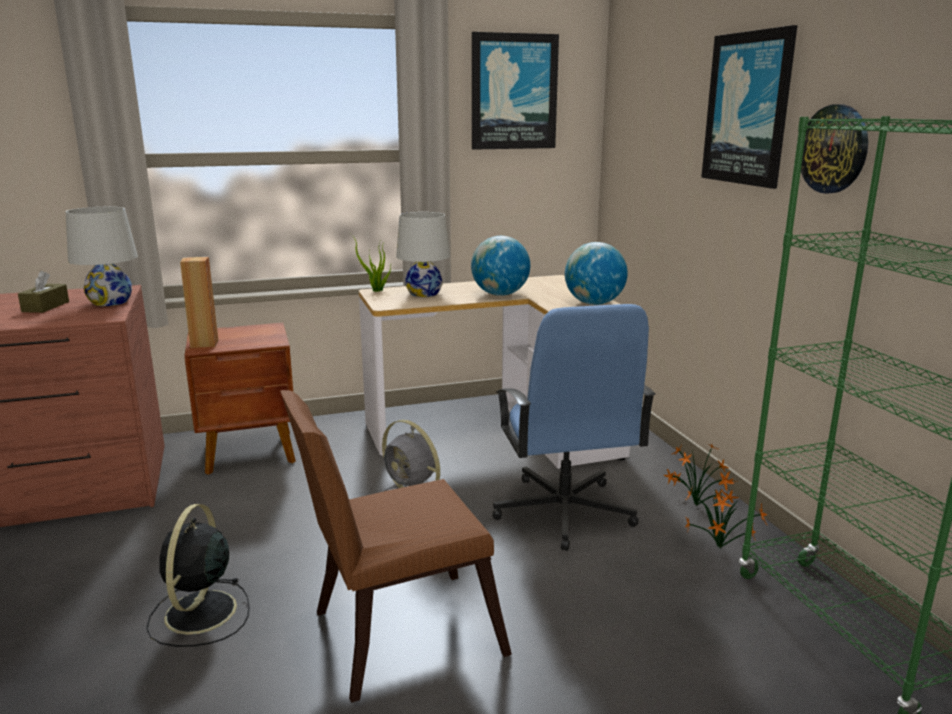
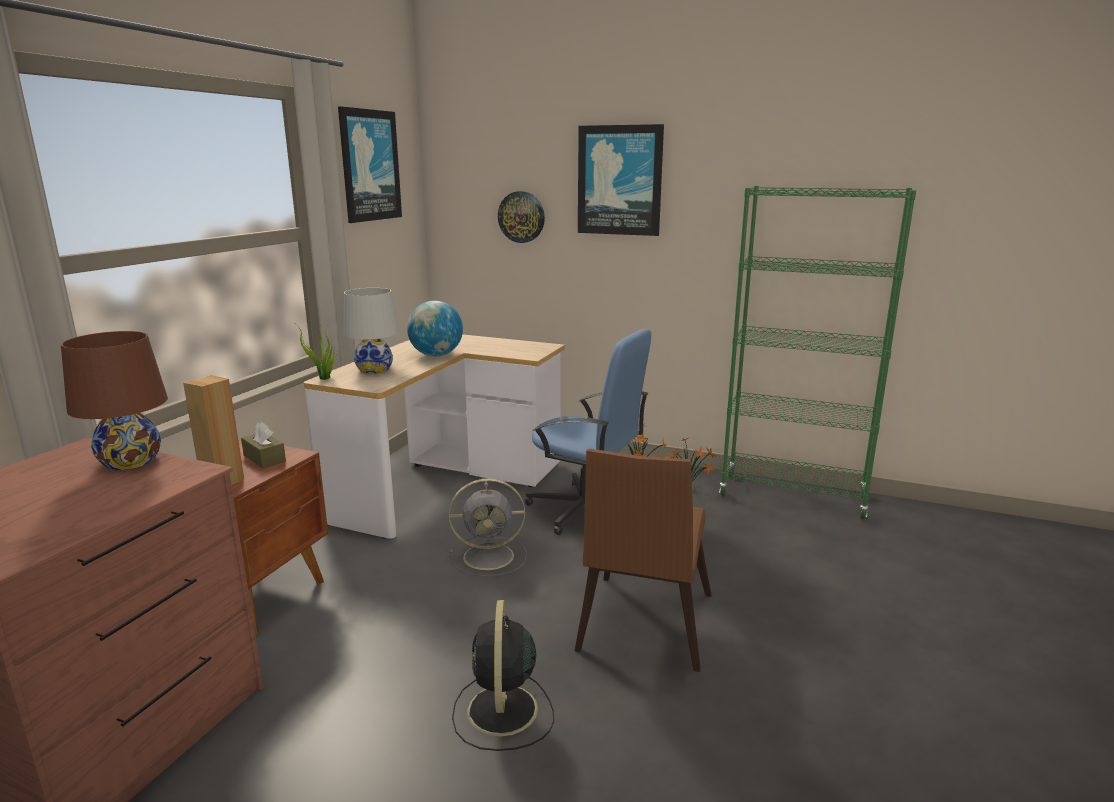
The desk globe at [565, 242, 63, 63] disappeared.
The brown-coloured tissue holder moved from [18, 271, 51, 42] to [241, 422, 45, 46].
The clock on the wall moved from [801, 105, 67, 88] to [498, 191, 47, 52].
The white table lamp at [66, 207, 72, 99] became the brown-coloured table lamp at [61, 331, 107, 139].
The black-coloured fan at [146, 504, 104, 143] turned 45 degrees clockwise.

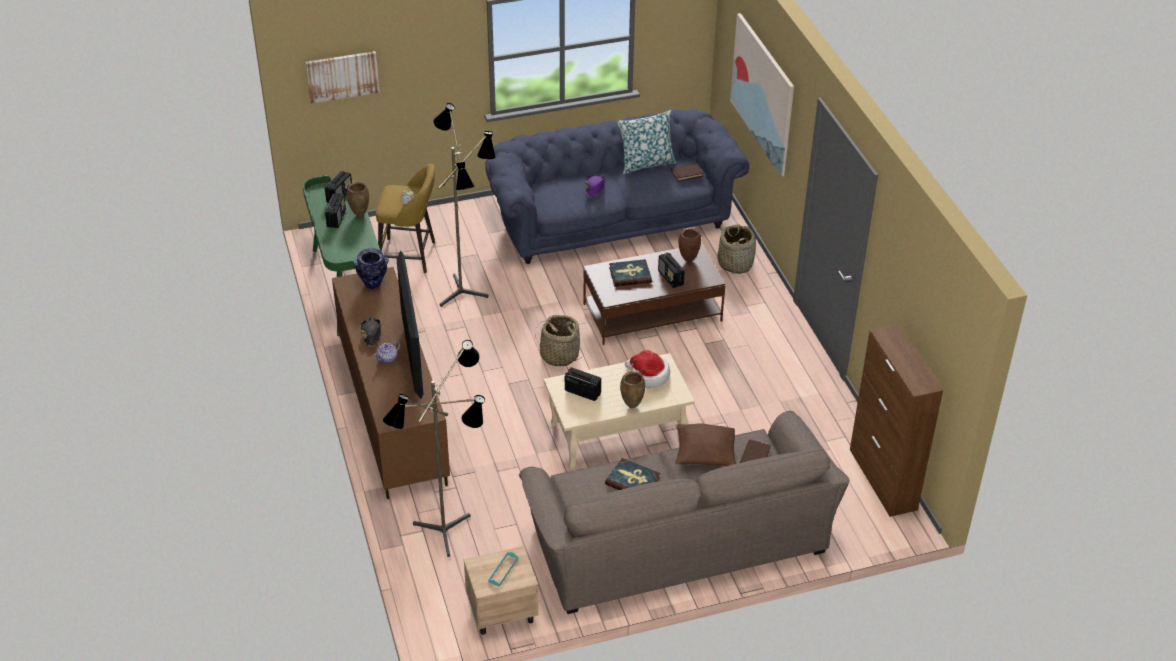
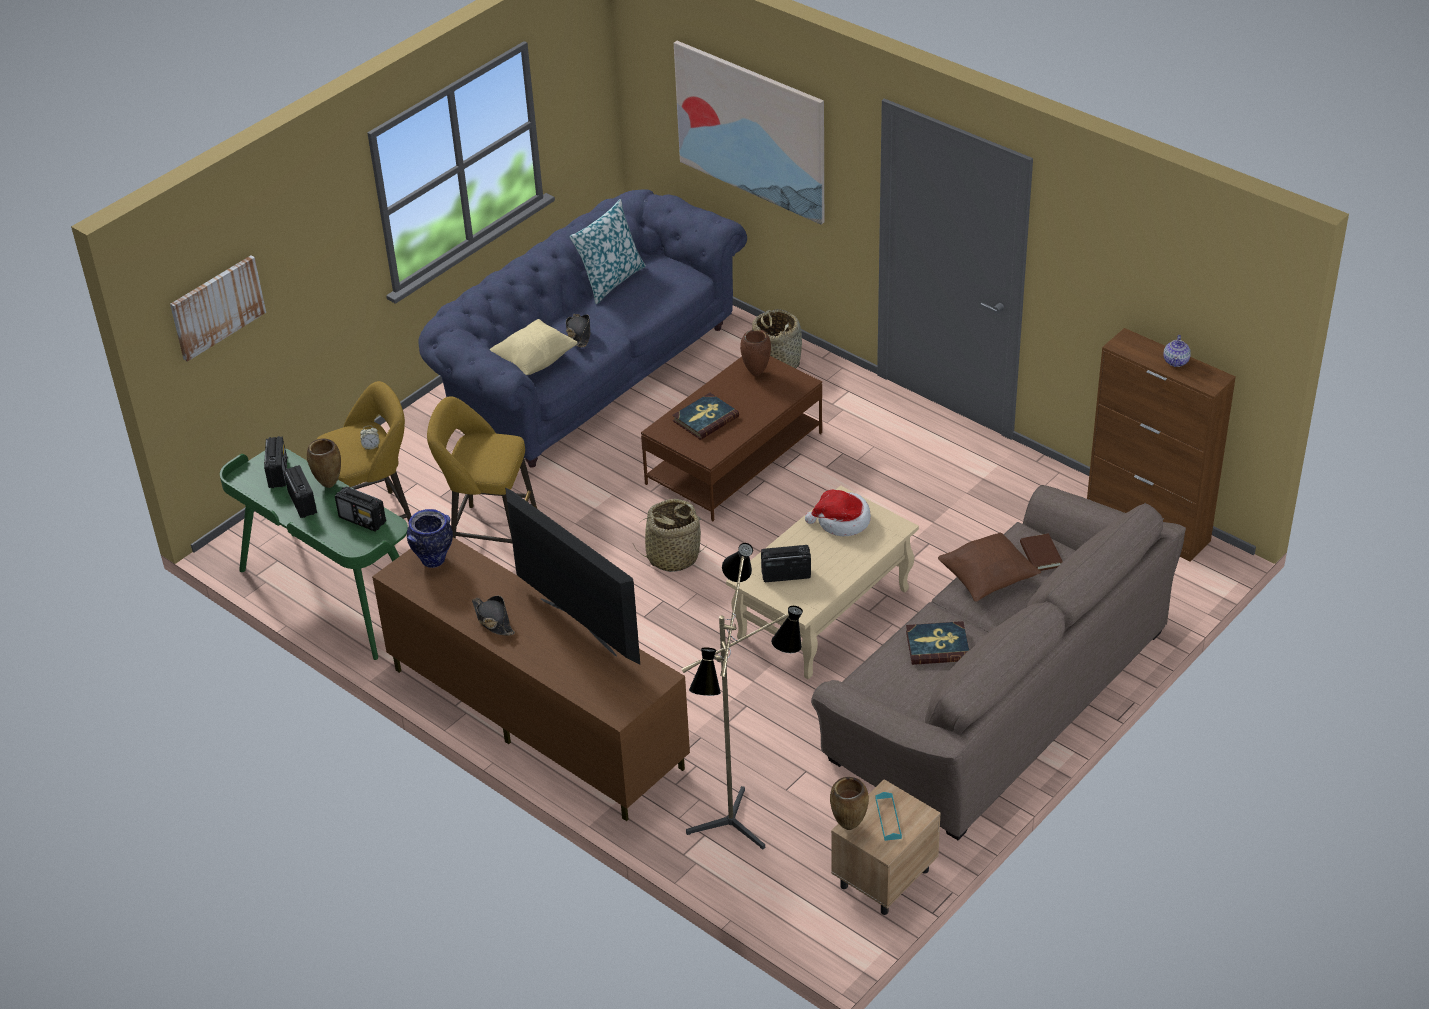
The brown-coloured bound book at [671, 163, 33, 19] disappeared.
The sand-coloured cushion at [490, 319, 88, 56] appeared.
The pot for tea moved from [374, 341, 26, 22] to [1164, 335, 27, 32].
The brown-coloured decorative vase moved from [620, 372, 25, 36] to [830, 777, 39, 53].
The radio set moved from [658, 253, 27, 35] to [335, 487, 51, 45].
The floor lamp at [433, 103, 63, 204] was replaced by the yellow-coloured stool at [427, 397, 110, 146].
The purple-coloured hat at [585, 174, 21, 23] became the black-coloured hat at [566, 314, 24, 33].

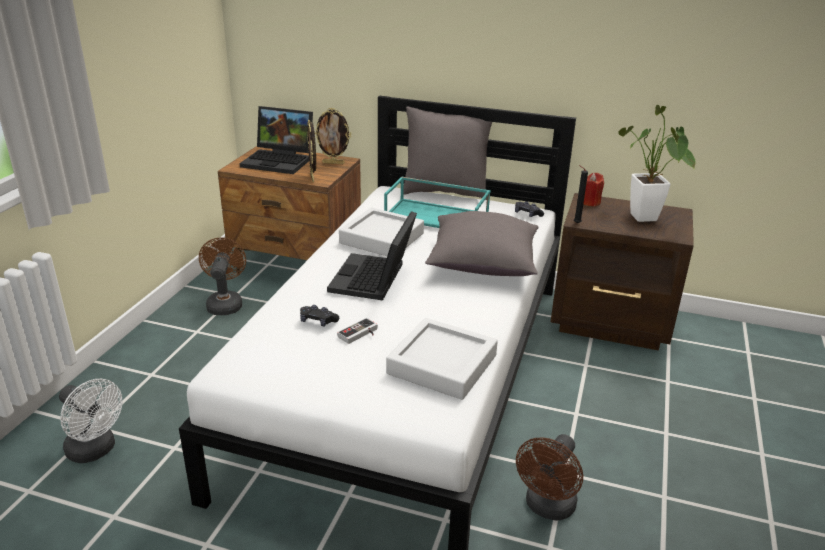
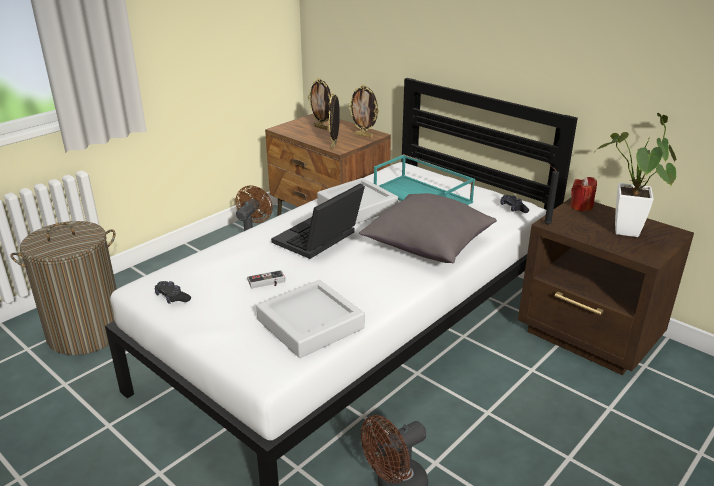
The greyish cushion at [403, 107, 89, 93] disappeared.
The black-coloured game controller moved from [300, 305, 39, 22] to [154, 281, 37, 23].
The white fan at [59, 379, 64, 84] was replaced by the laundry basket at [10, 221, 107, 134].
The portable computer at [240, 106, 73, 68] was replaced by the picture frame at [308, 78, 23, 52].

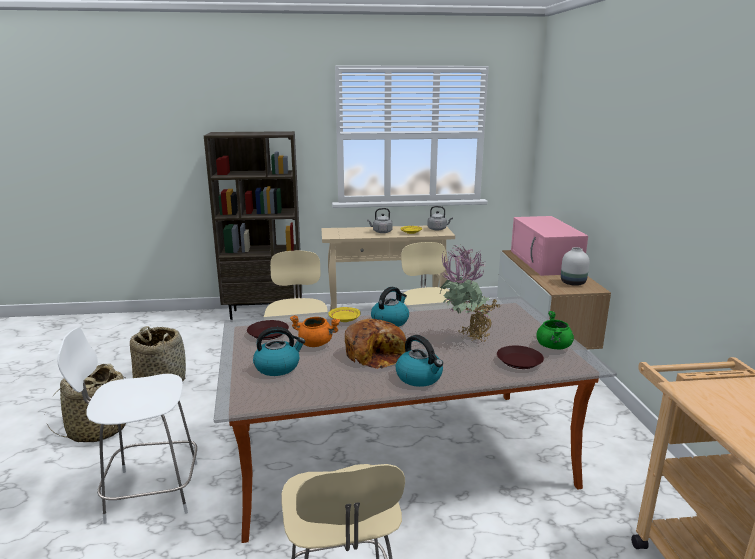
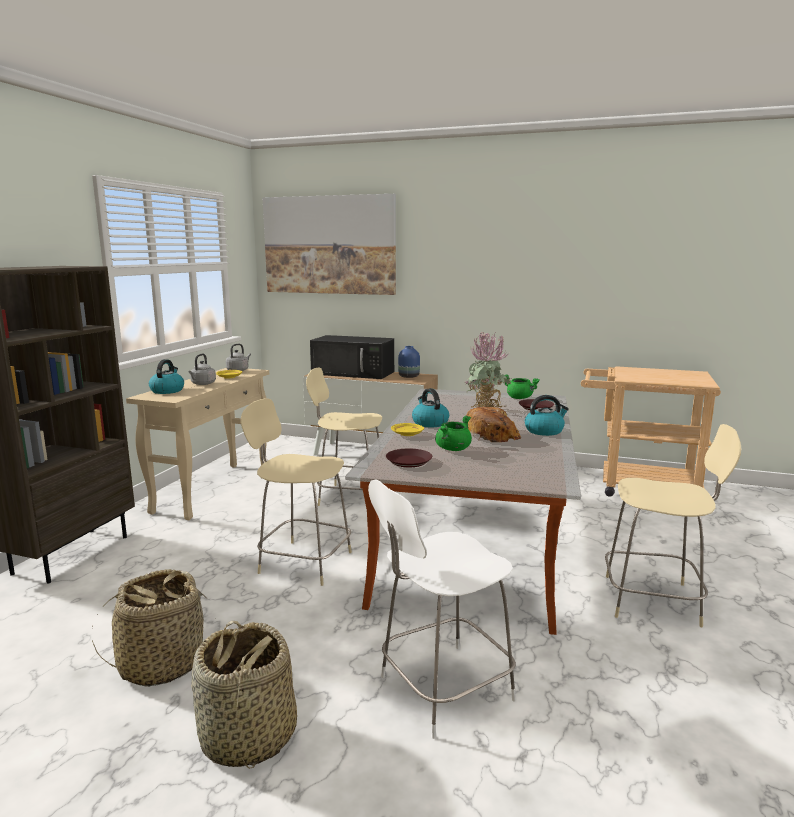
The wall art at [263, 194, 133, 101] appeared.
The kettle moved from [253, 327, 52, 49] to [149, 359, 35, 35].
The orangey stockpot at [290, 315, 50, 32] became the greenish stockpot at [435, 416, 37, 35].
The pinkish microwave at [511, 216, 77, 60] became the black-coloured microwave at [310, 335, 84, 44].
The white decorative vase at [561, 247, 28, 39] became the bluish decorative vase at [398, 346, 22, 32].
The white chair at [57, 328, 140, 196] turned 45 degrees clockwise.

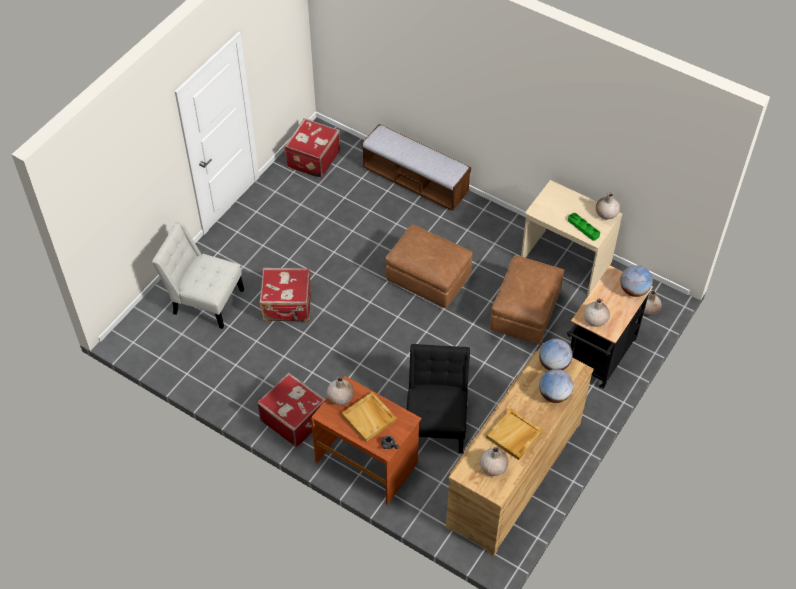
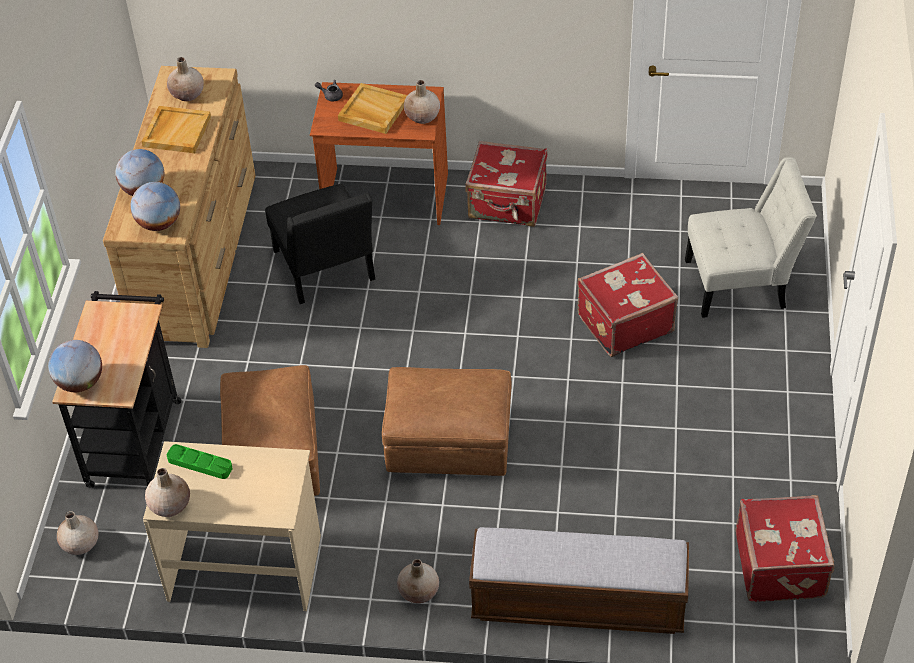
The sand-coloured decorative vase moved from [584, 298, 26, 29] to [397, 559, 42, 44].

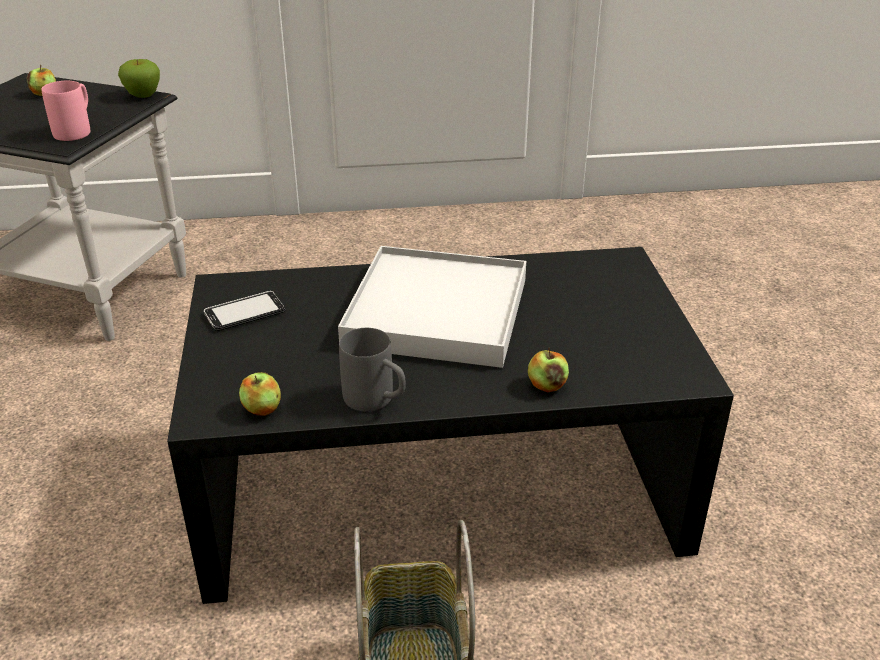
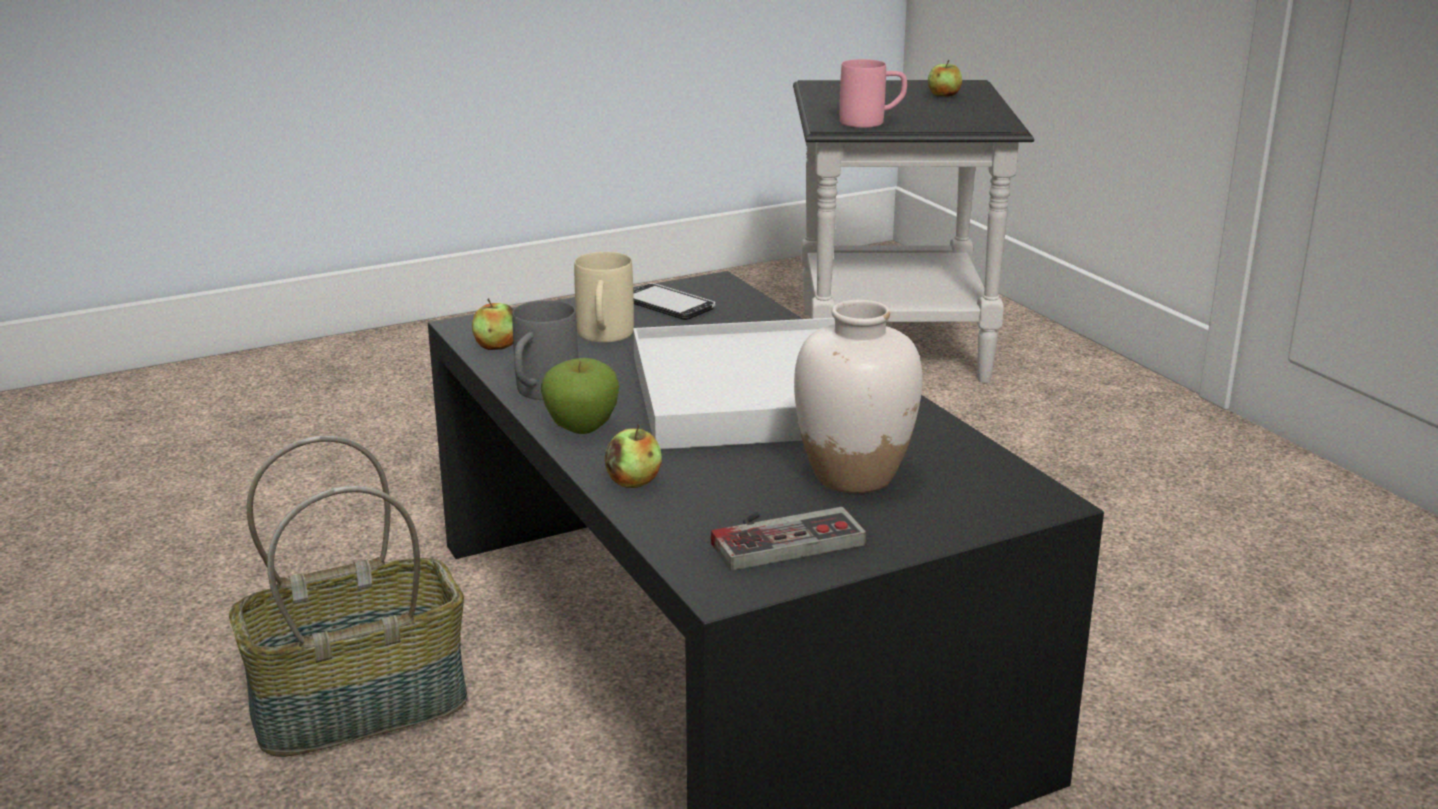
The sand-coloured mug at [574, 252, 60, 90] appeared.
The game controller at [711, 507, 155, 63] appeared.
The white decorative vase at [794, 300, 128, 193] appeared.
The whole apple moved from [118, 59, 42, 39] to [541, 358, 78, 76].

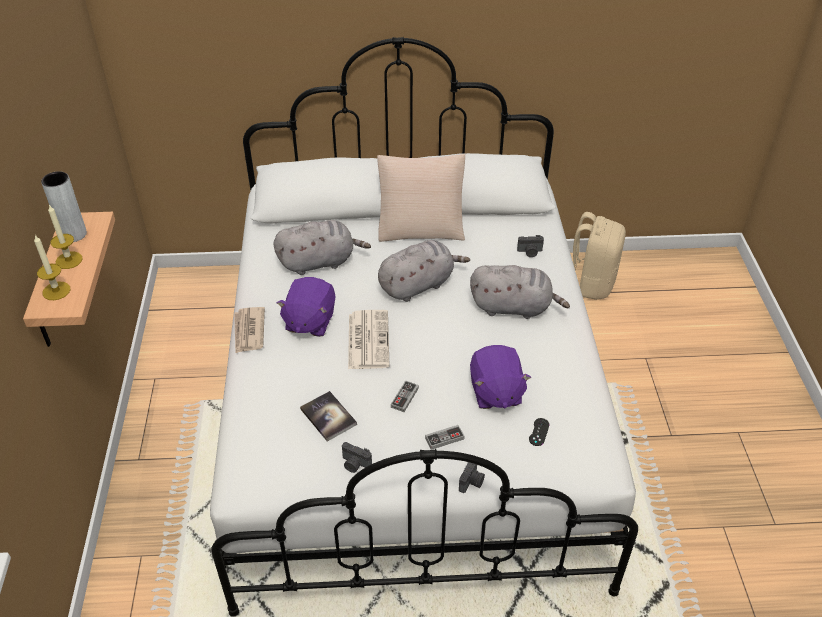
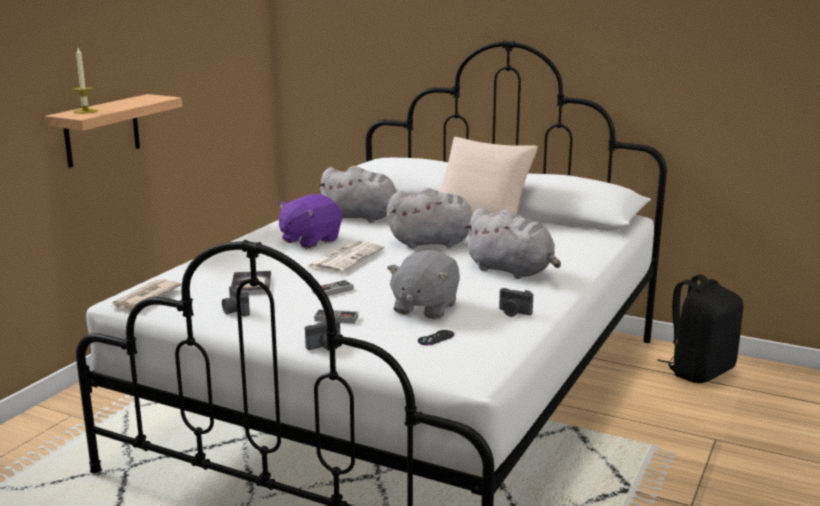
The greyish decorative vase at [41, 171, 46, 71] disappeared.
The candle at [48, 205, 35, 64] disappeared.
The printed paper moved from [234, 307, 31, 46] to [112, 279, 69, 30].
The still camera moved from [517, 235, 27, 22] to [499, 288, 34, 29].
The purple-coloured soft toy at [470, 345, 61, 64] became the greyish soft toy at [387, 250, 73, 69].
The sand-coloured backpack at [573, 212, 53, 88] became the black-coloured backpack at [657, 274, 86, 109].

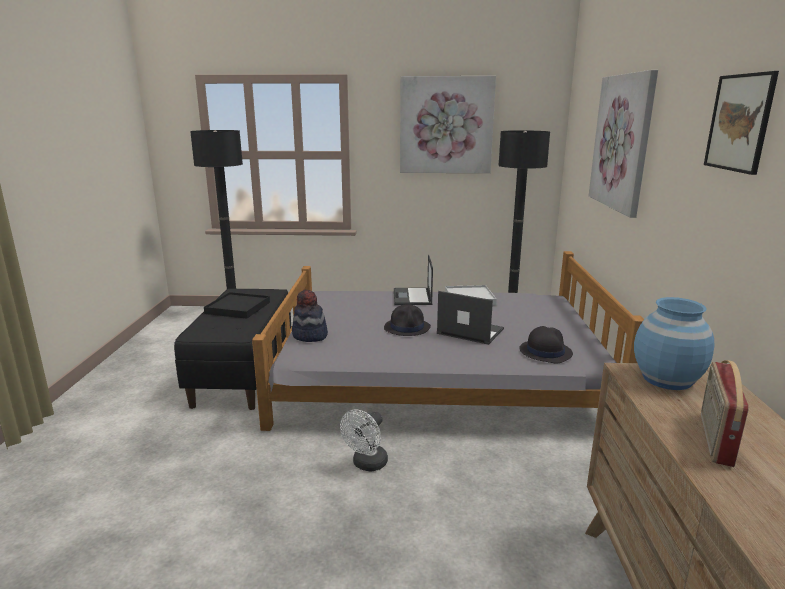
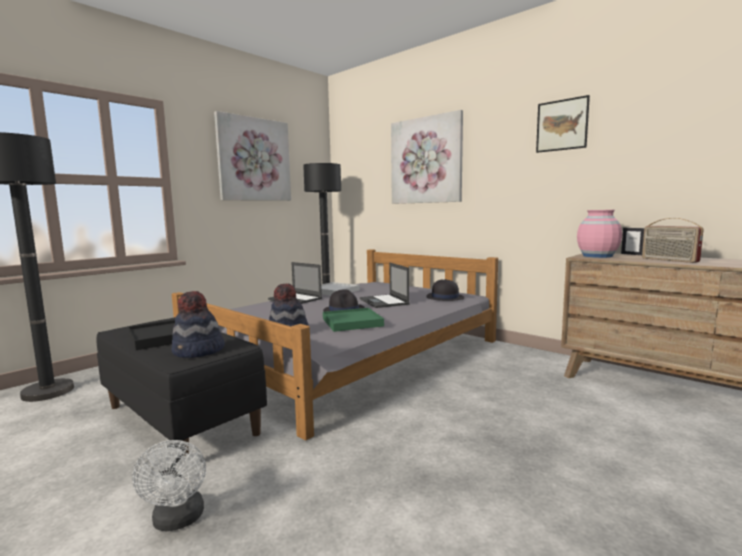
The hat at [171, 291, 54, 67] appeared.
The greenish serving tray at [323, 308, 61, 24] appeared.
The picture frame at [621, 228, 23, 27] appeared.
The white fan moved from [340, 410, 48, 62] to [132, 440, 74, 91].
The bluish decorative vase at [634, 297, 80, 93] became the pinkish decorative vase at [577, 210, 45, 48].
The portable computer at [437, 291, 67, 54] turned 90 degrees counterclockwise.

